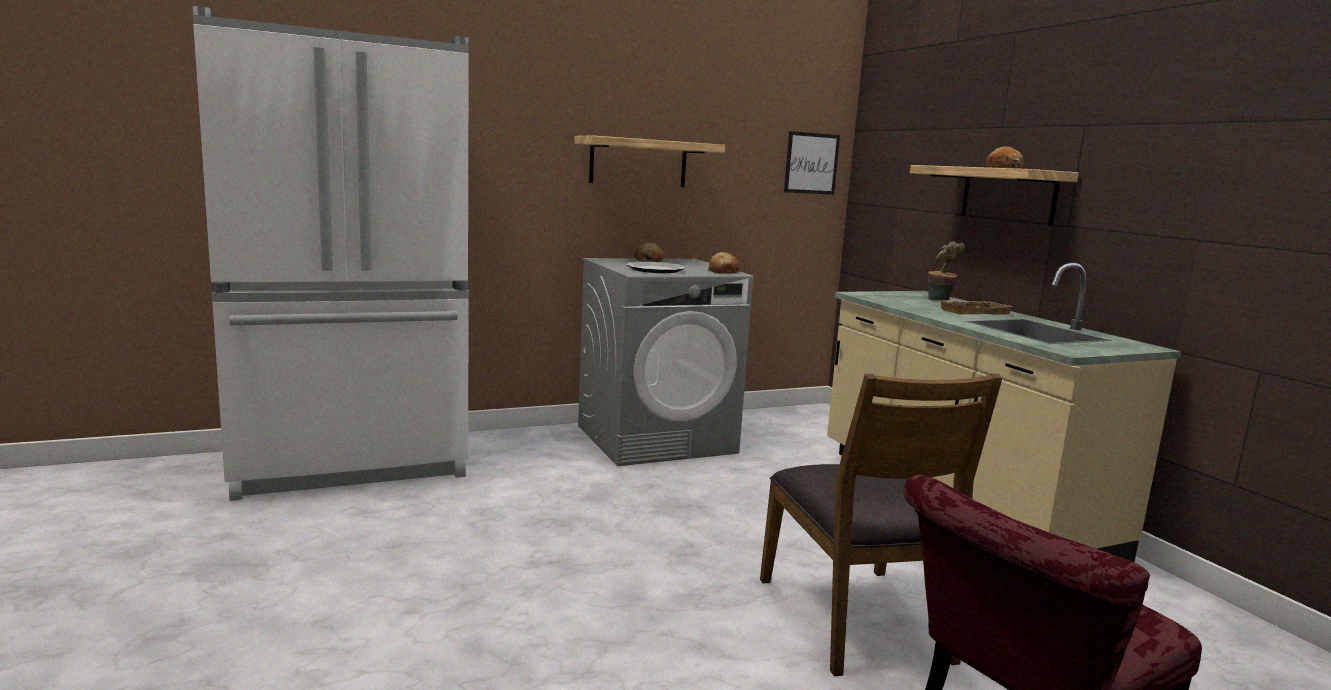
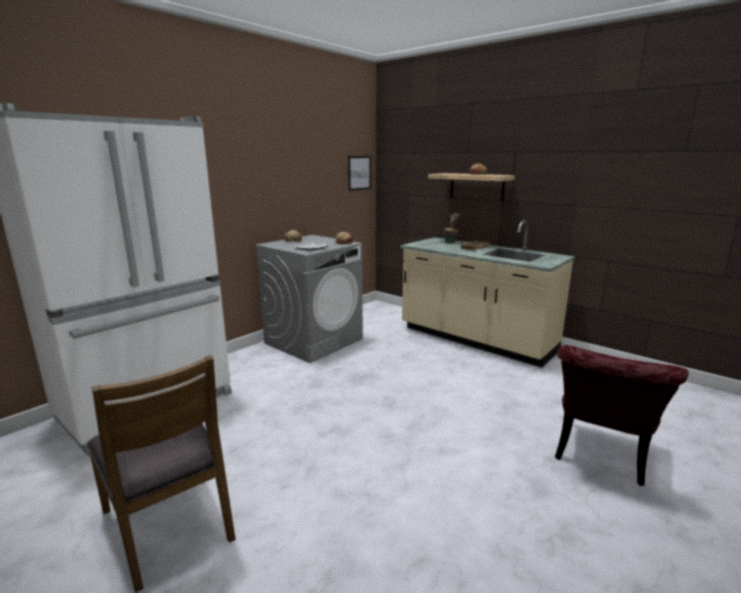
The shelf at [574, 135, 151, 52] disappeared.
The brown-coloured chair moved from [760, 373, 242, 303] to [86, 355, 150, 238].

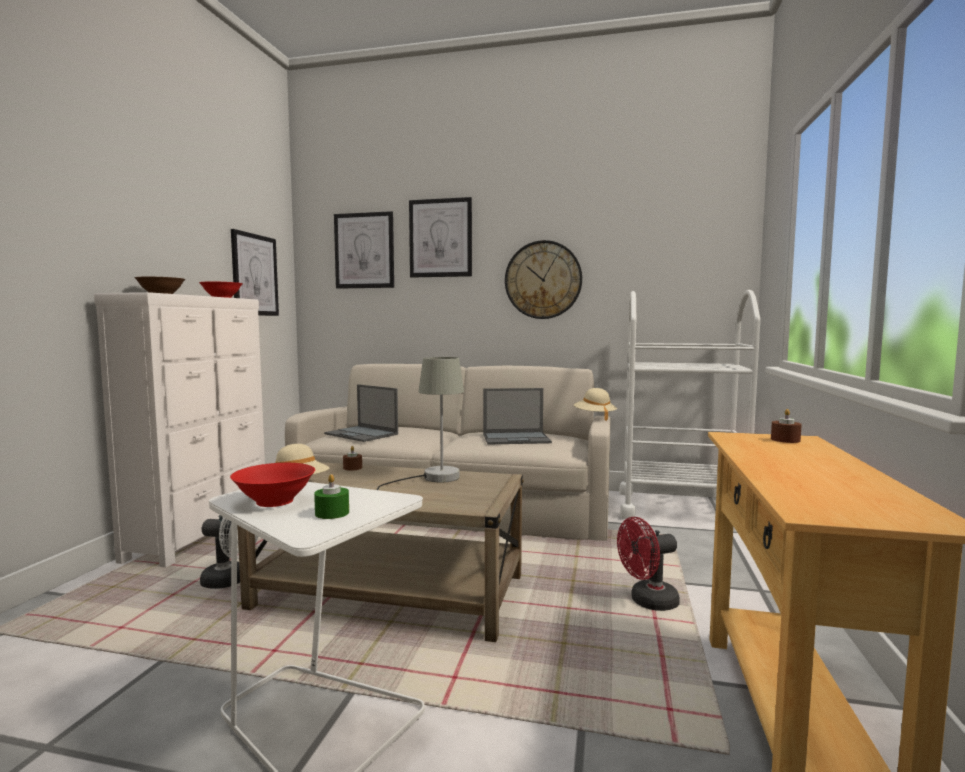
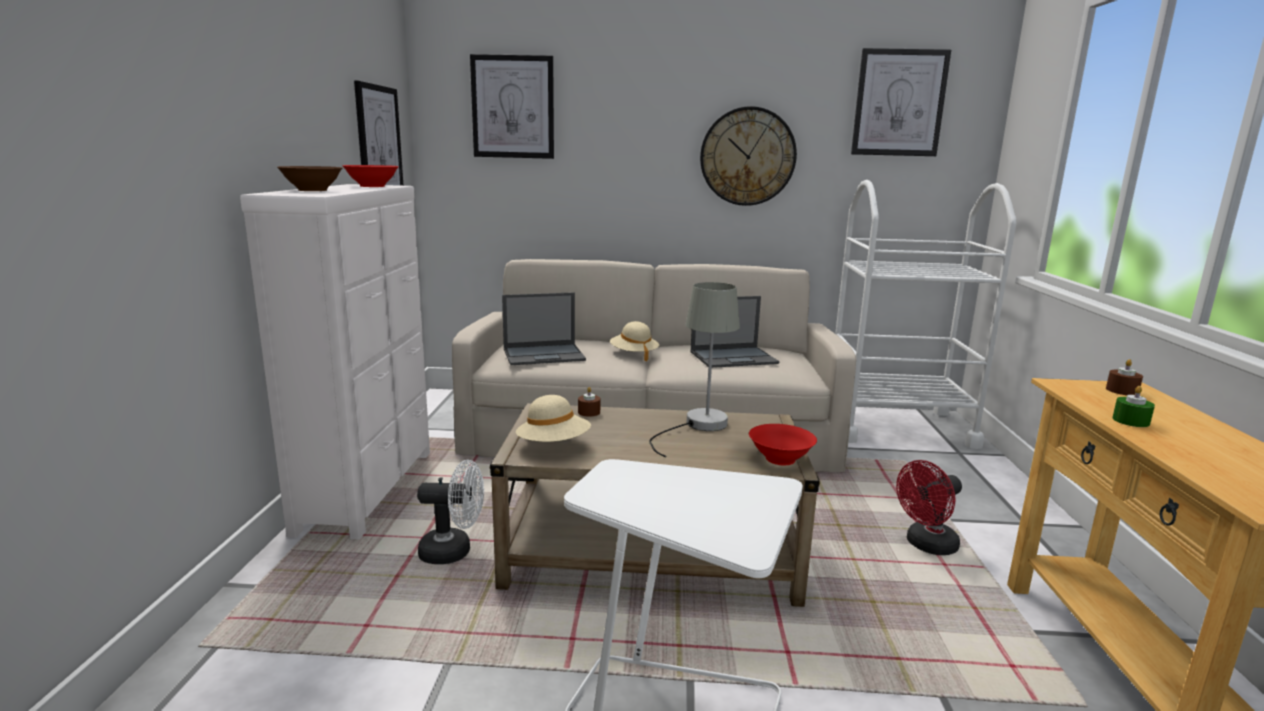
The reddish serving bowl moved from [230, 463, 85, 44] to [749, 424, 68, 41].
The greenish candle moved from [314, 474, 35, 45] to [1112, 386, 43, 41].
The wall art moved from [409, 197, 63, 81] to [851, 48, 100, 108].
The sand-coloured hat moved from [574, 388, 43, 33] to [610, 321, 49, 40].
The portable computer at [324, 384, 74, 58] turned 45 degrees counterclockwise.

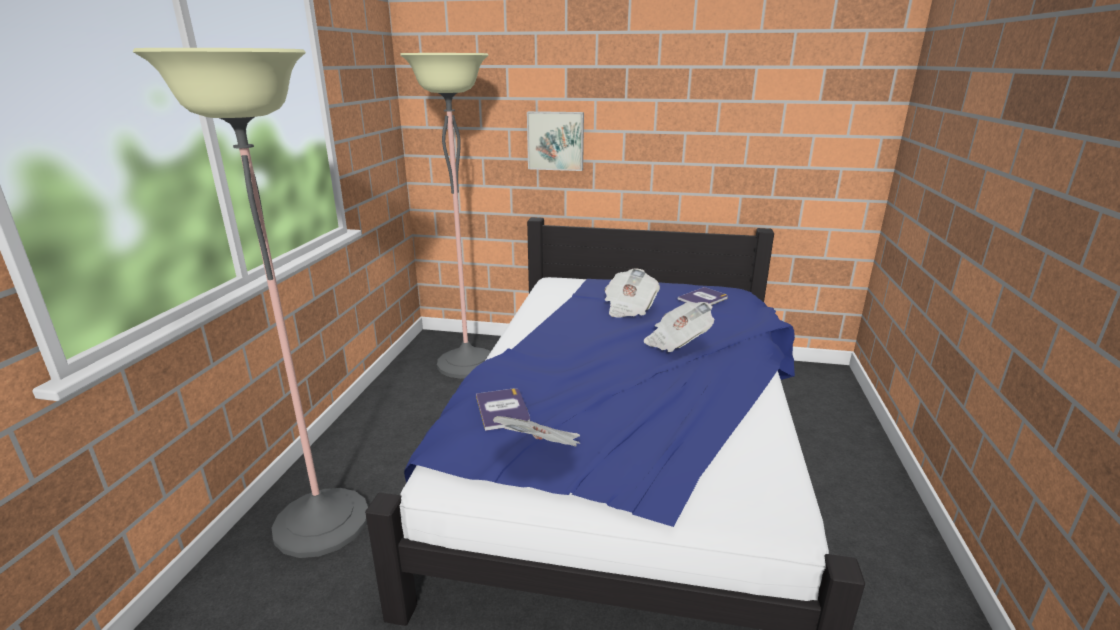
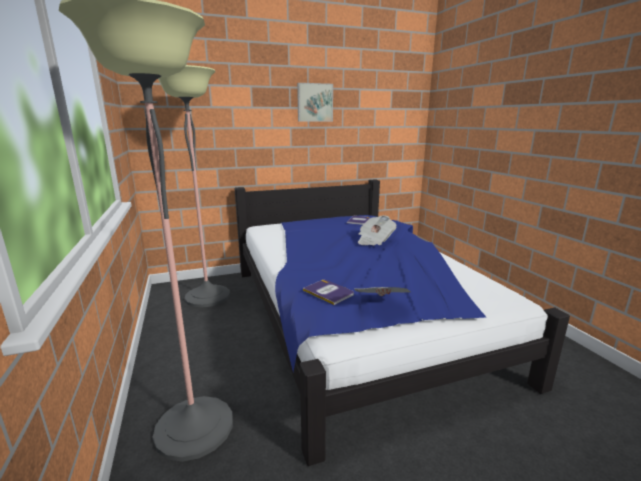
The printed paper at [605, 268, 55, 50] disappeared.
The wall art moved from [527, 111, 57, 60] to [297, 83, 36, 39].

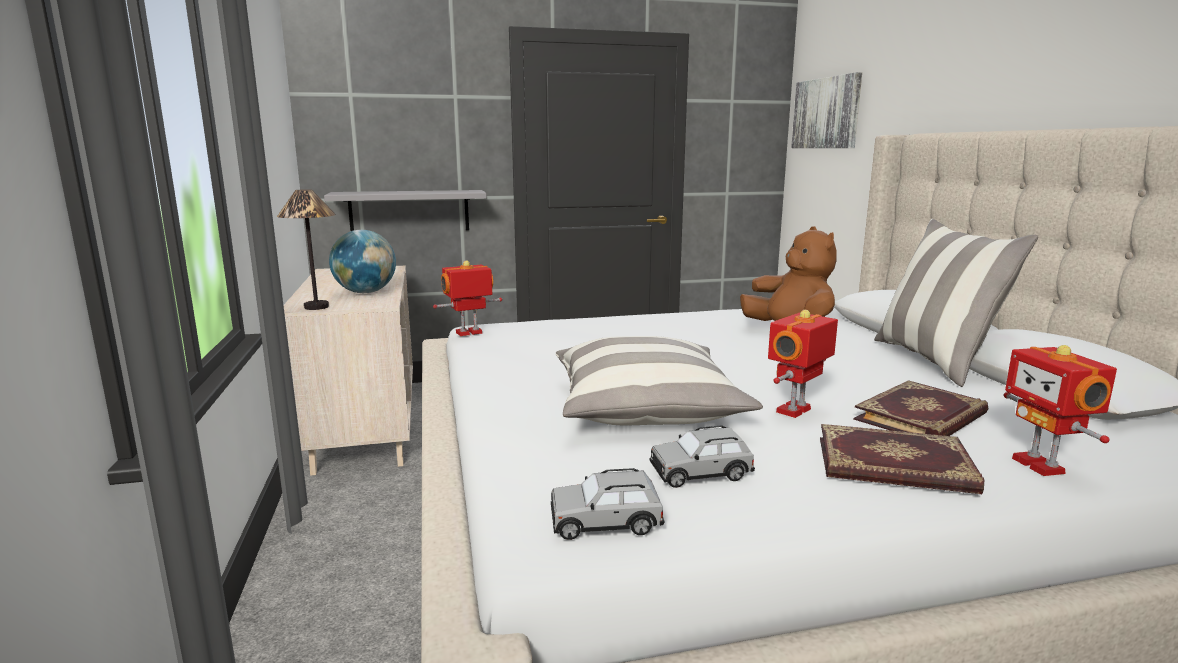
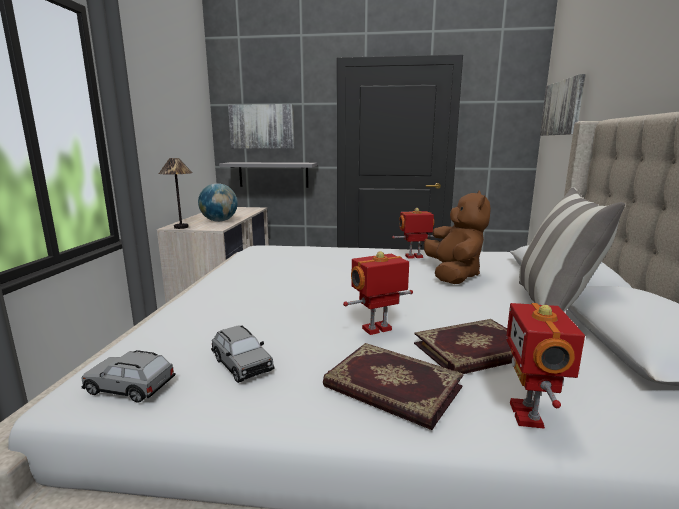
The cushion at [556, 336, 207, 90] disappeared.
The wall art at [228, 104, 66, 45] appeared.
The model robot moved from [433, 260, 69, 76] to [392, 208, 42, 51].
The greyish model car at [649, 425, 106, 63] turned 135 degrees counterclockwise.

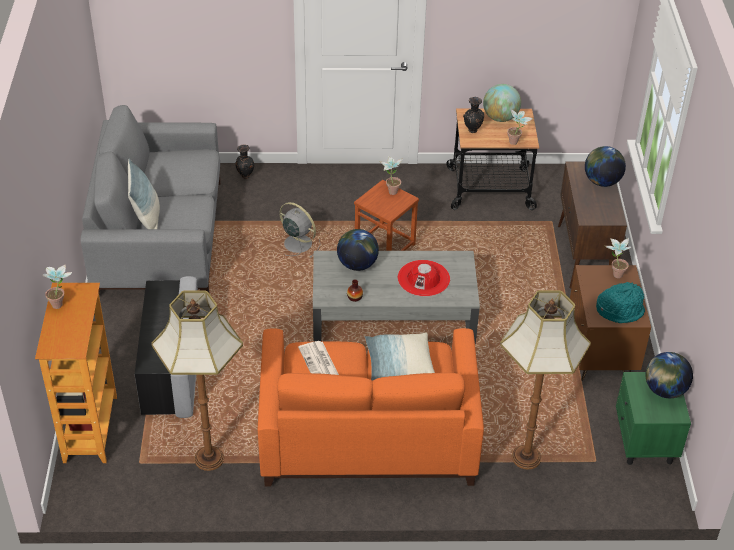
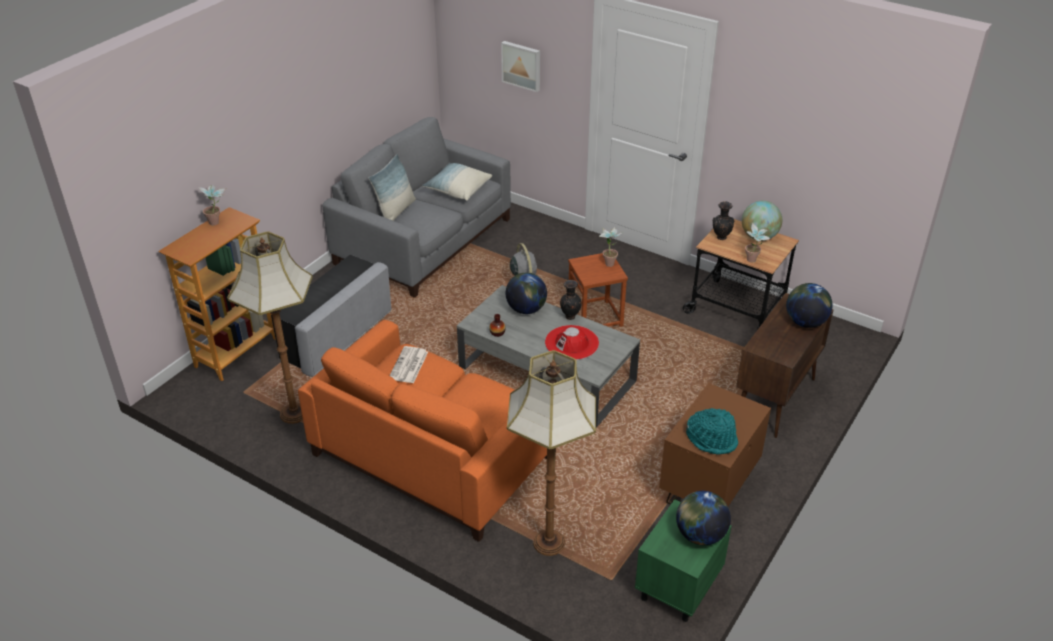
The potted plant at [605, 237, 26, 41] disappeared.
The wall art at [501, 41, 39, 51] appeared.
The black-coloured decorative vase moved from [235, 144, 19, 35] to [560, 280, 22, 40].
The cushion moved from [365, 332, 70, 49] to [422, 163, 70, 38].

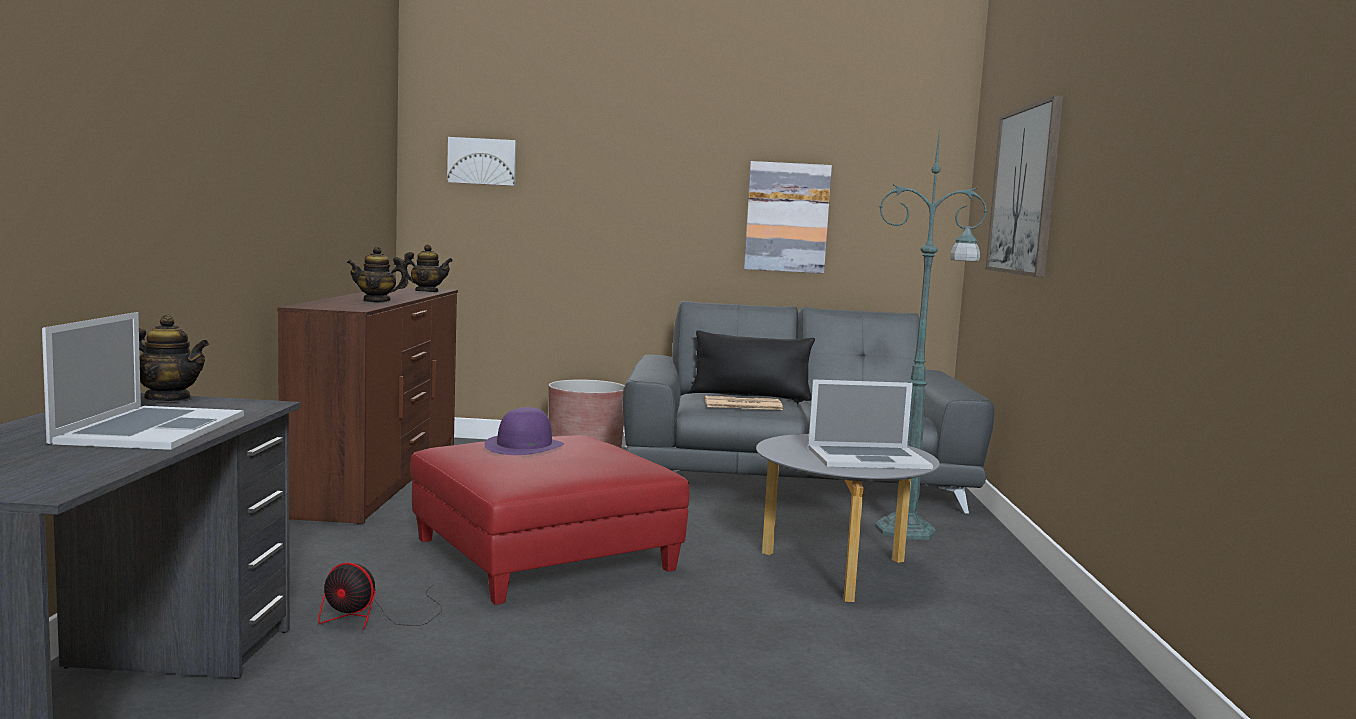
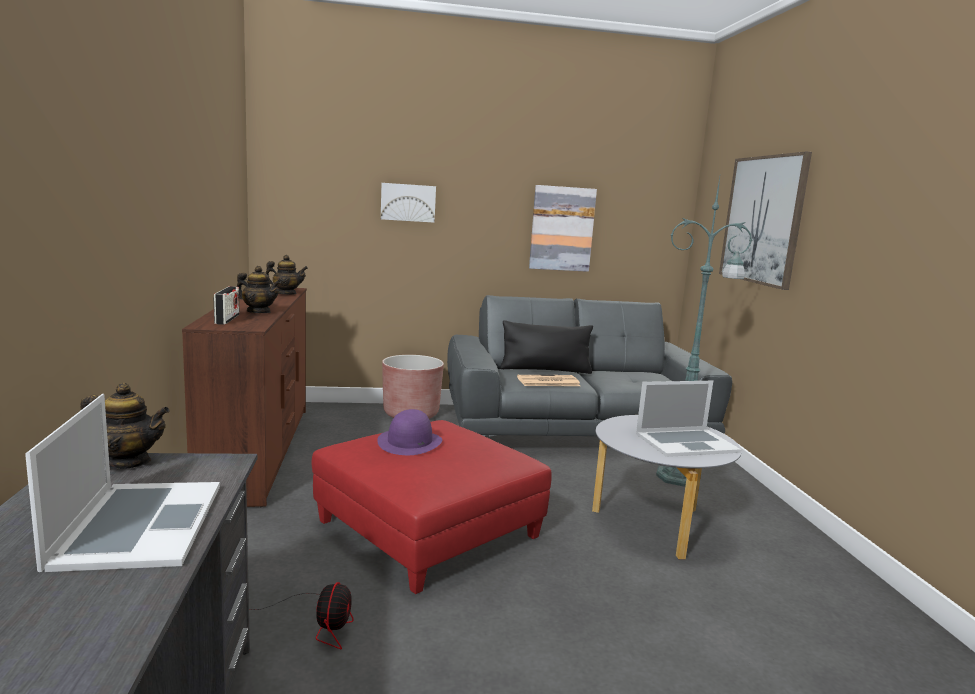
The radio set at [214, 286, 25, 39] appeared.
The wall art moved from [447, 137, 69, 49] to [381, 183, 55, 40].
The fan at [318, 563, 124, 67] turned 90 degrees counterclockwise.
The pot for tea at [347, 247, 61, 55] turned 150 degrees counterclockwise.

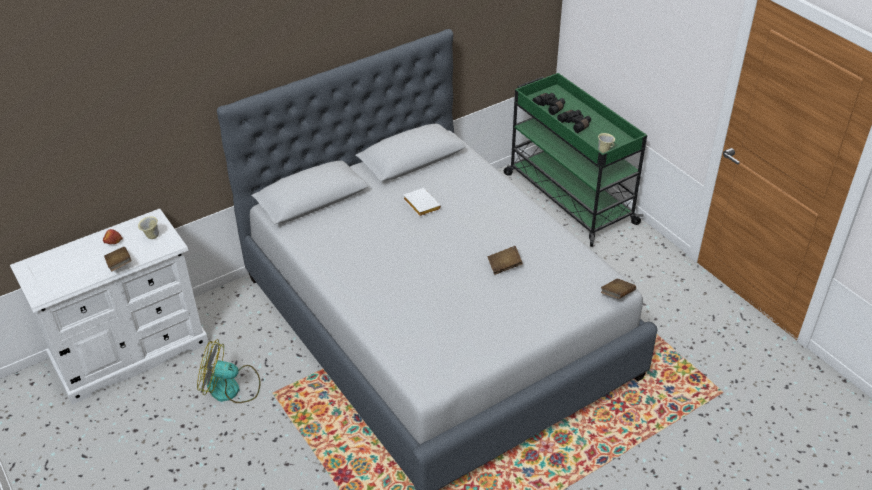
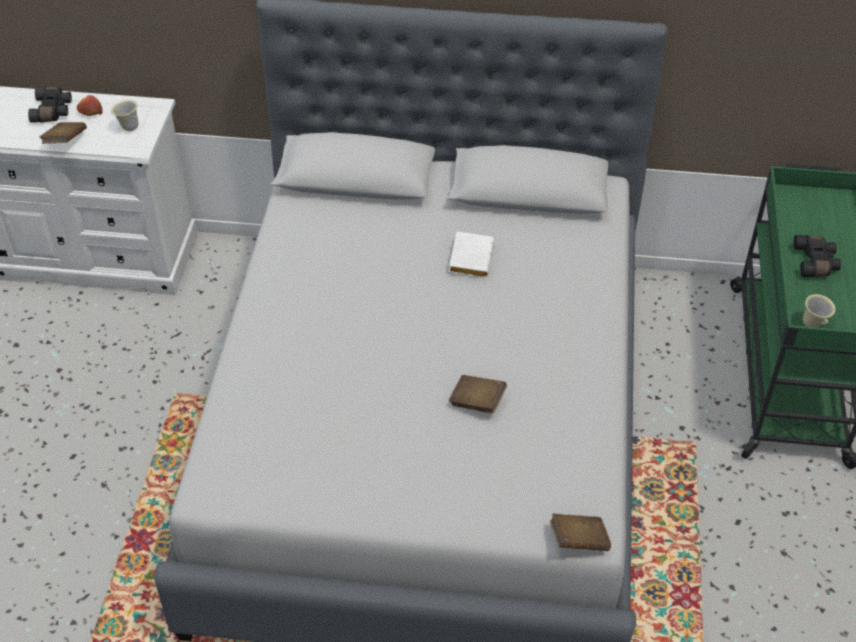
The fan at [197, 339, 63, 64] disappeared.
The black-coloured pair of binoculars moved from [532, 93, 33, 22] to [28, 87, 44, 36].

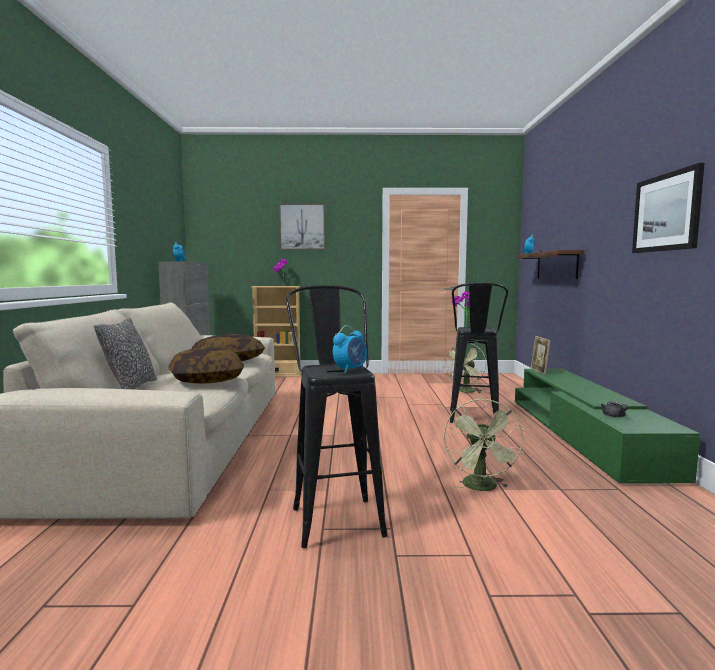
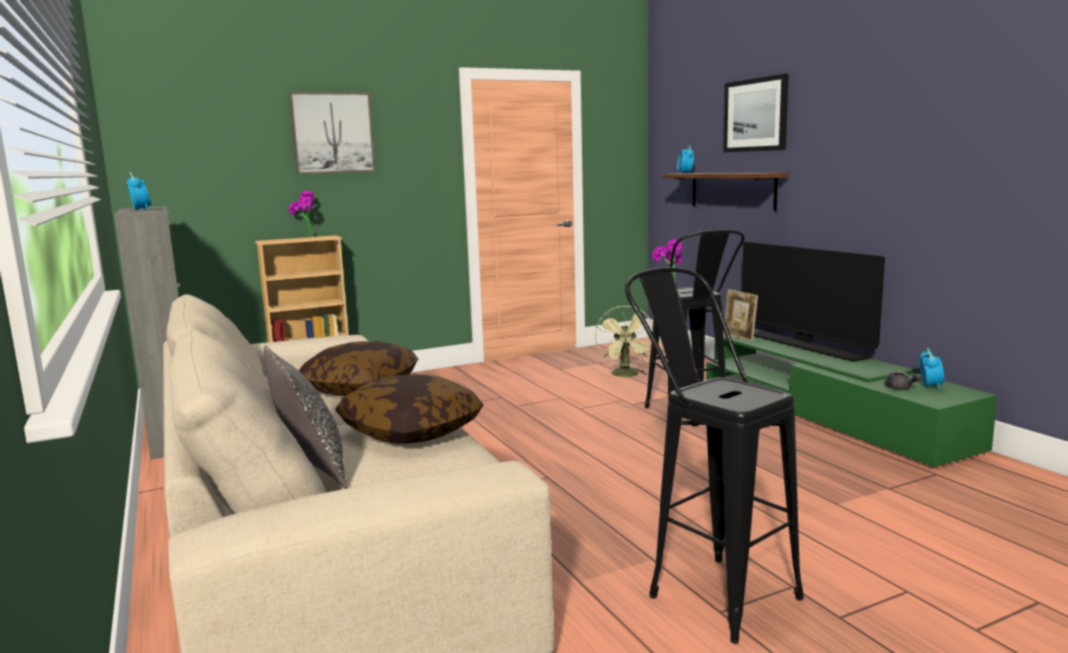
The greenish fan at [444, 399, 80, 92] disappeared.
The TV set at [742, 242, 143, 119] appeared.
The table clock moved from [333, 325, 34, 48] to [919, 348, 25, 43].
The wall art moved from [632, 163, 72, 90] to [723, 74, 66, 78].

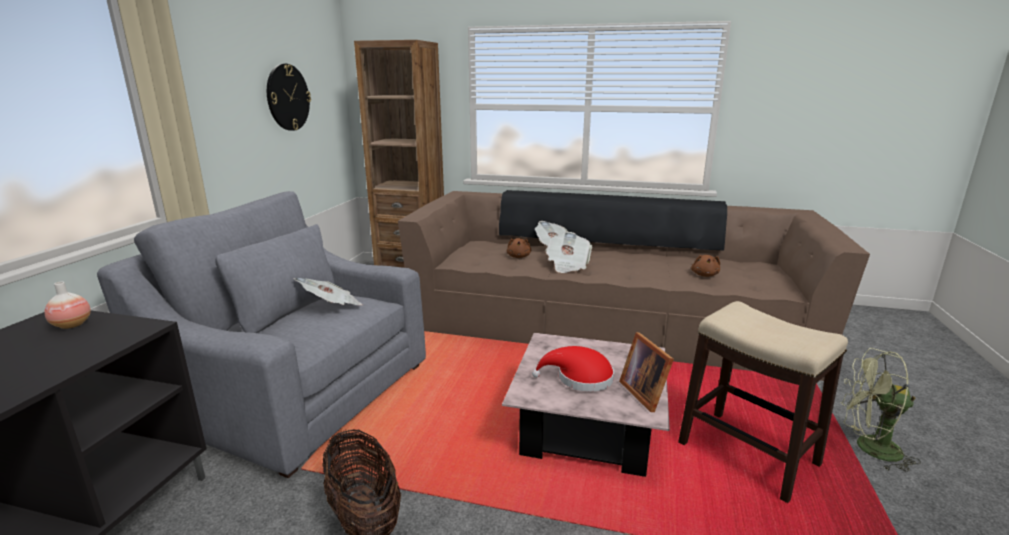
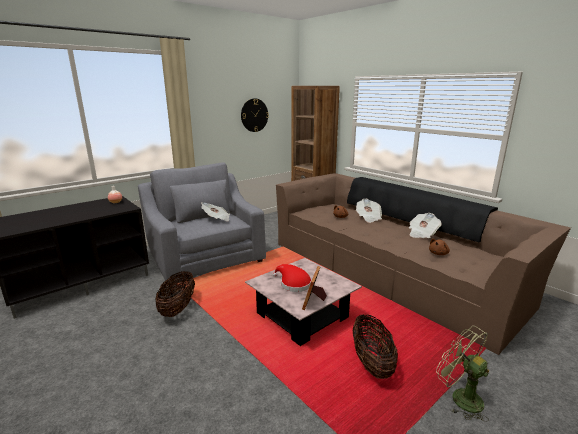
The printed paper moved from [545, 232, 47, 41] to [409, 213, 33, 25].
The stool at [678, 301, 170, 202] was replaced by the basket at [352, 314, 46, 65].

